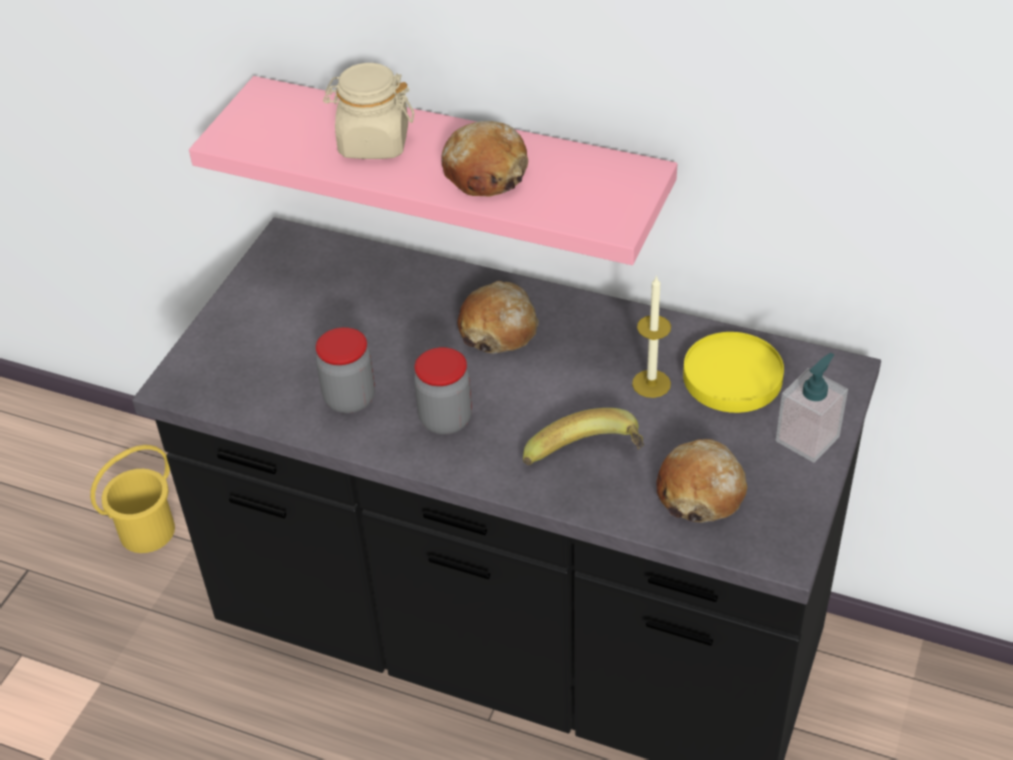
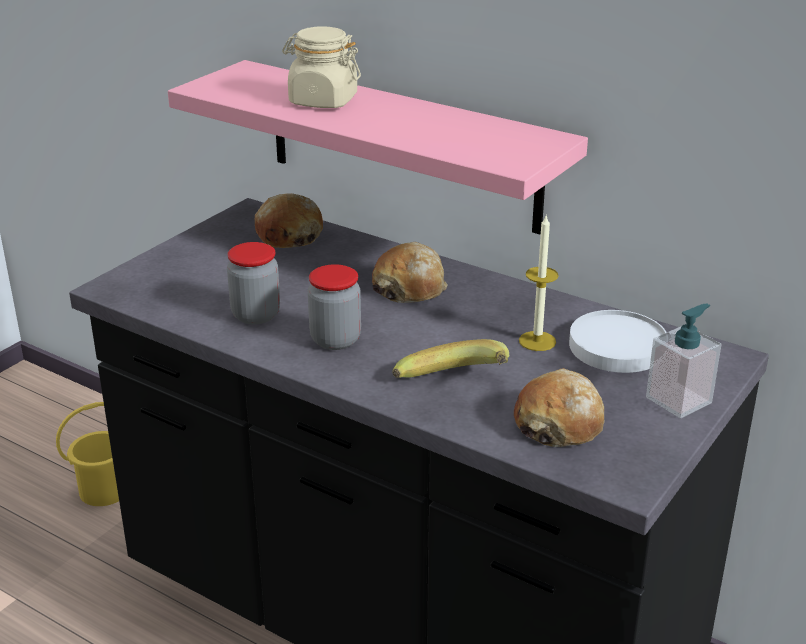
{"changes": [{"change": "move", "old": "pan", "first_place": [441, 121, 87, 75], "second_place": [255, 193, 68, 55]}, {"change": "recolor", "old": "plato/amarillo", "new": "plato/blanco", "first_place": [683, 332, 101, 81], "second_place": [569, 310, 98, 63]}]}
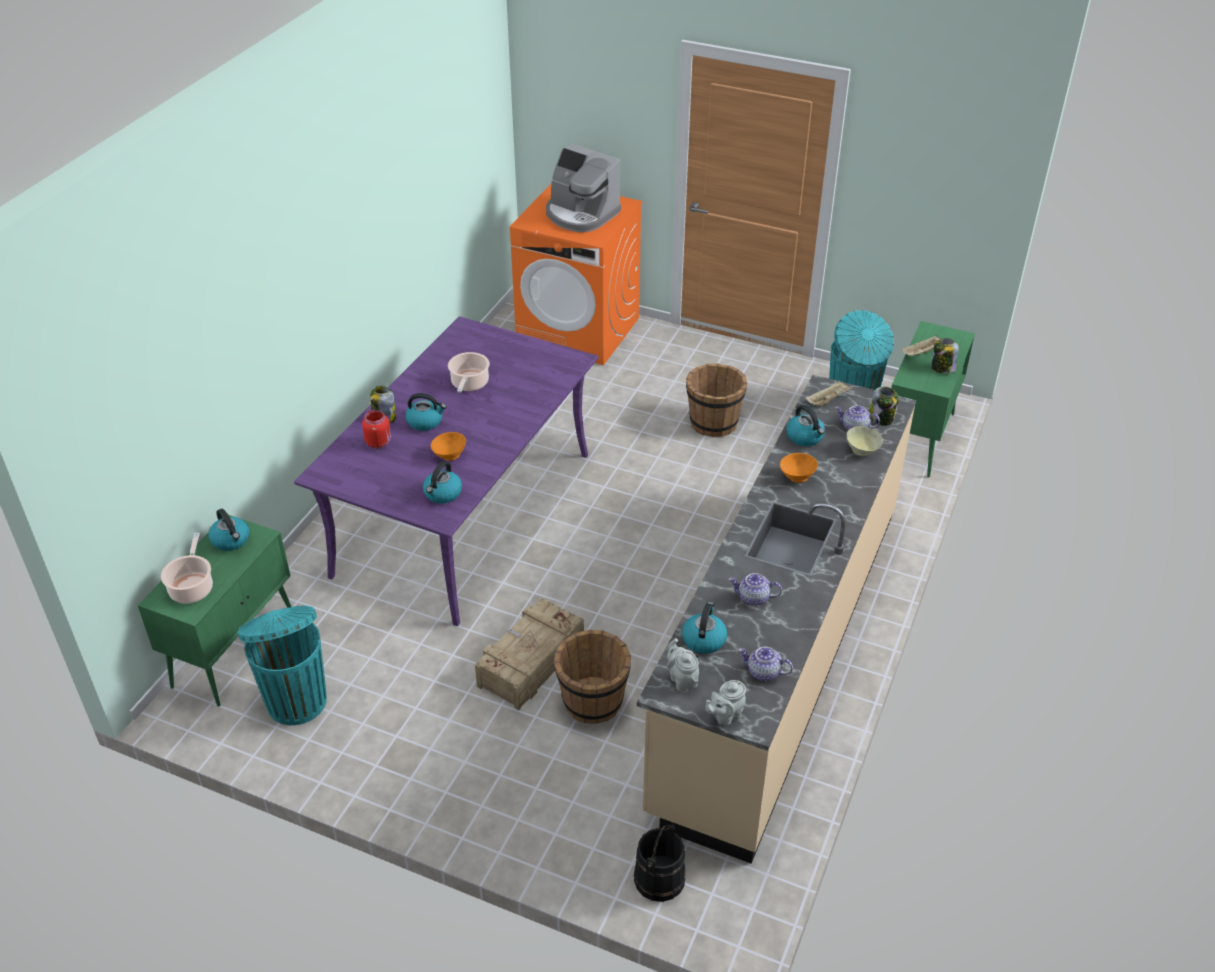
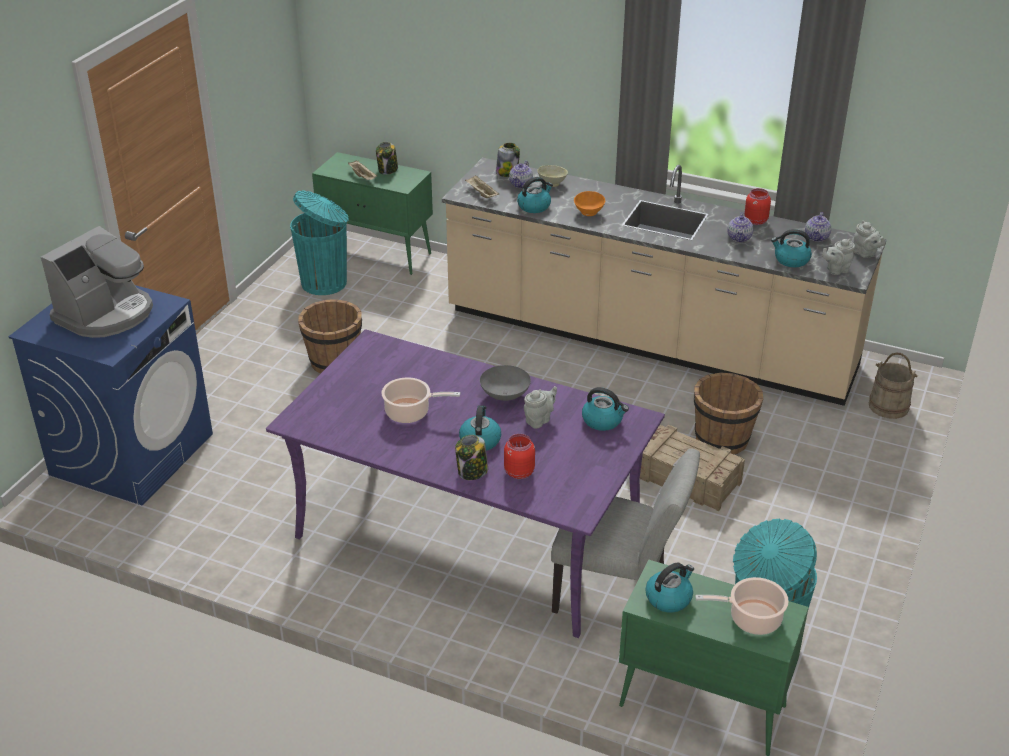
{"changes": [{"change": "recolor", "old": "lavadora/naranja", "new": "lavadora/azul", "first_place": [510, 183, 132, 182], "second_place": [8, 285, 205, 220]}, {"change": "replace", "old": "cuenco/naranja", "new": "tetera/gris", "first_place": [431, 432, 35, 29], "second_place": [524, 386, 33, 43]}, {"change": "recolor", "old": "cubo/negro", "new": "cubo/beis", "first_place": [634, 824, 52, 78], "second_place": [869, 353, 49, 66]}, {"change": "insert", "new": "tarro/rojo", "second_place": [744, 188, 27, 37]}, {"change": "insert", "new": "cuenco/gris", "second_place": [480, 365, 51, 36]}, {"change": "insert", "new": "silla/gris", "second_place": [551, 448, 149, 165]}]}
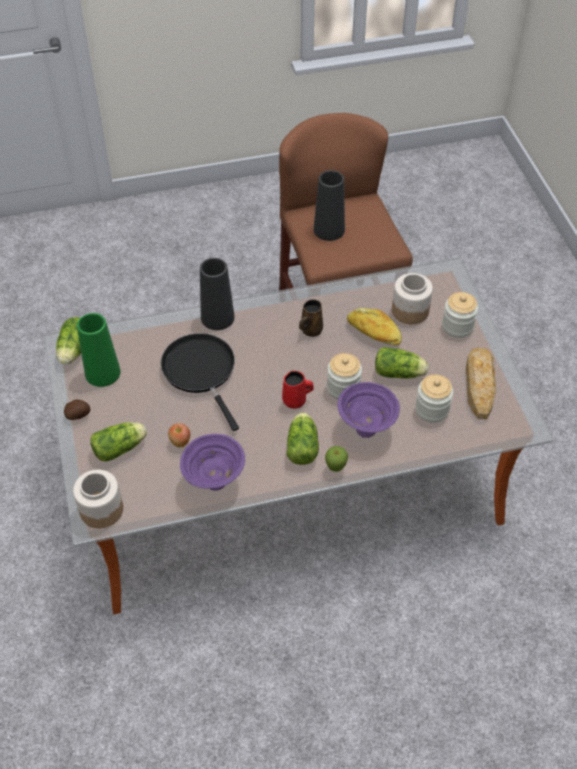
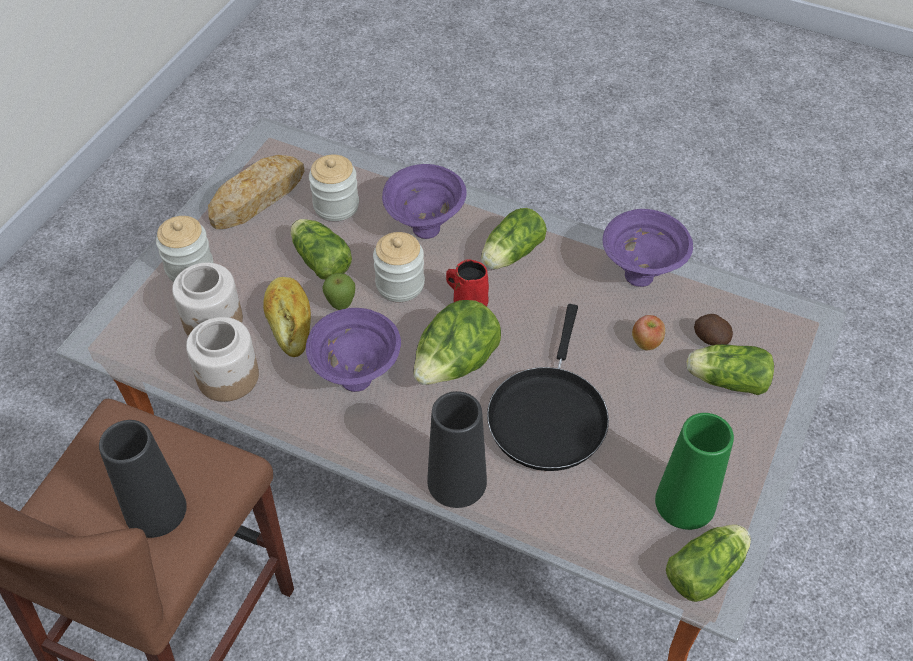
{"changes": [{"change": "replace", "old": "taza grande/marrón", "new": "cuenco/morado", "first_place": [299, 299, 24, 38], "second_place": [306, 308, 95, 84]}, {"change": "move", "old": "patata", "first_place": [64, 399, 27, 21], "second_place": [694, 314, 39, 31]}, {"change": "move", "old": "manzana", "first_place": [325, 446, 23, 26], "second_place": [323, 273, 32, 37]}, {"change": "move", "old": "tarro", "first_place": [73, 469, 50, 59], "second_place": [186, 317, 73, 85]}, {"change": "insert", "new": "lechuga", "second_place": [414, 300, 87, 85]}]}
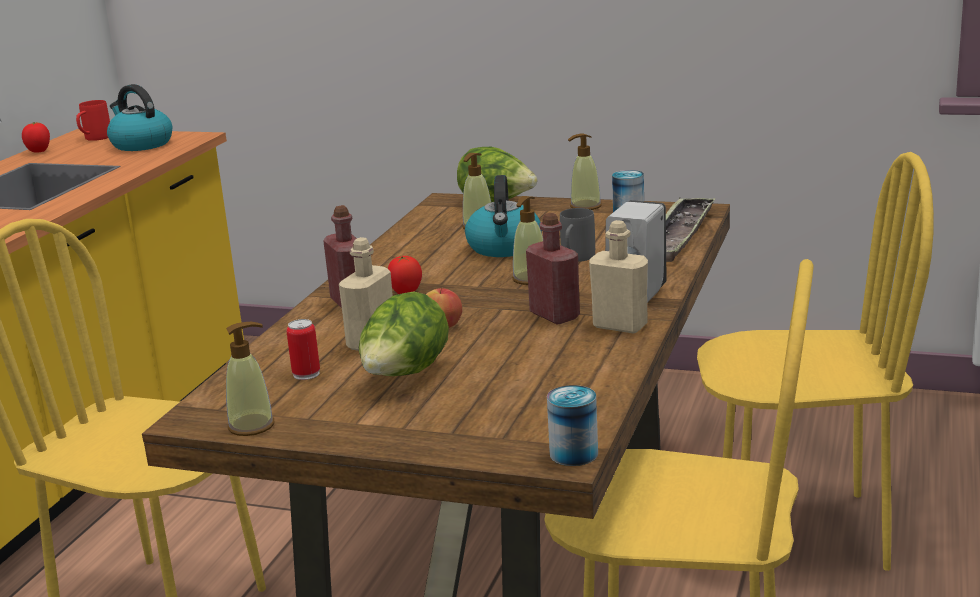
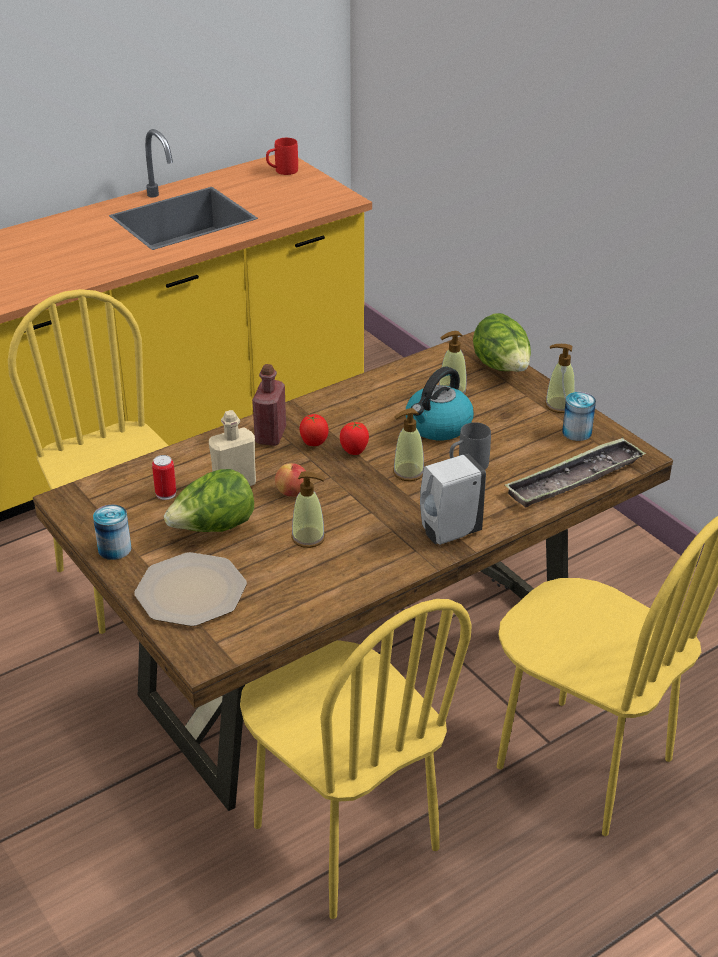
{"changes": [{"change": "delete", "old": "hervidor", "first_place": [107, 84, 65, 67]}, {"change": "move", "old": "tomate", "first_place": [22, 122, 28, 31], "second_place": [340, 422, 29, 33]}, {"change": "delete", "old": "botella/rojo", "first_place": [526, 213, 54, 111]}, {"change": "delete", "old": "botella/beis", "first_place": [589, 220, 59, 114]}, {"change": "move", "old": "dispensador de jabón", "first_place": [226, 322, 48, 114], "second_place": [291, 471, 34, 77]}, {"change": "move", "old": "lata", "first_place": [547, 385, 51, 81], "second_place": [93, 505, 38, 55]}, {"change": "insert", "new": "plato", "second_place": [134, 552, 113, 74]}]}
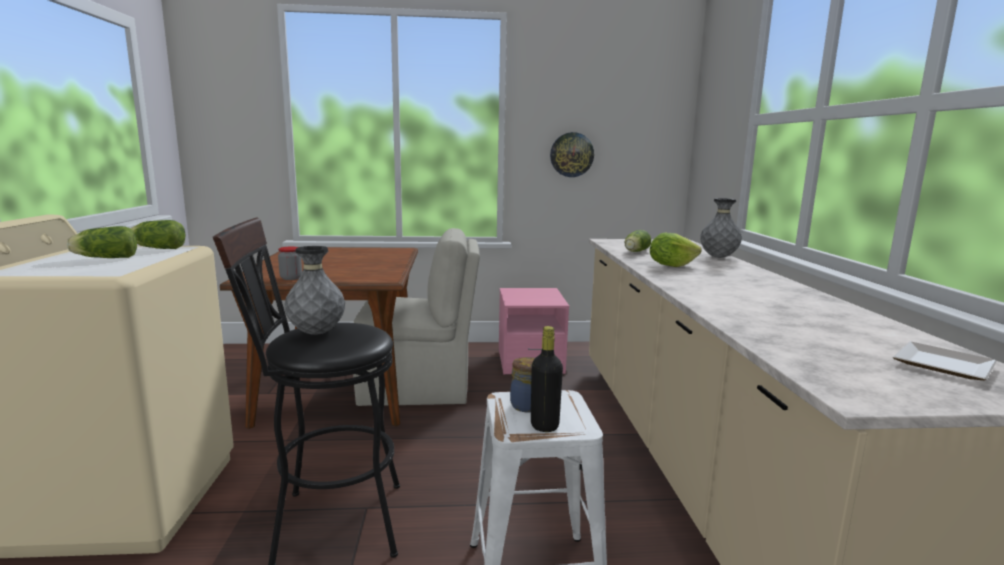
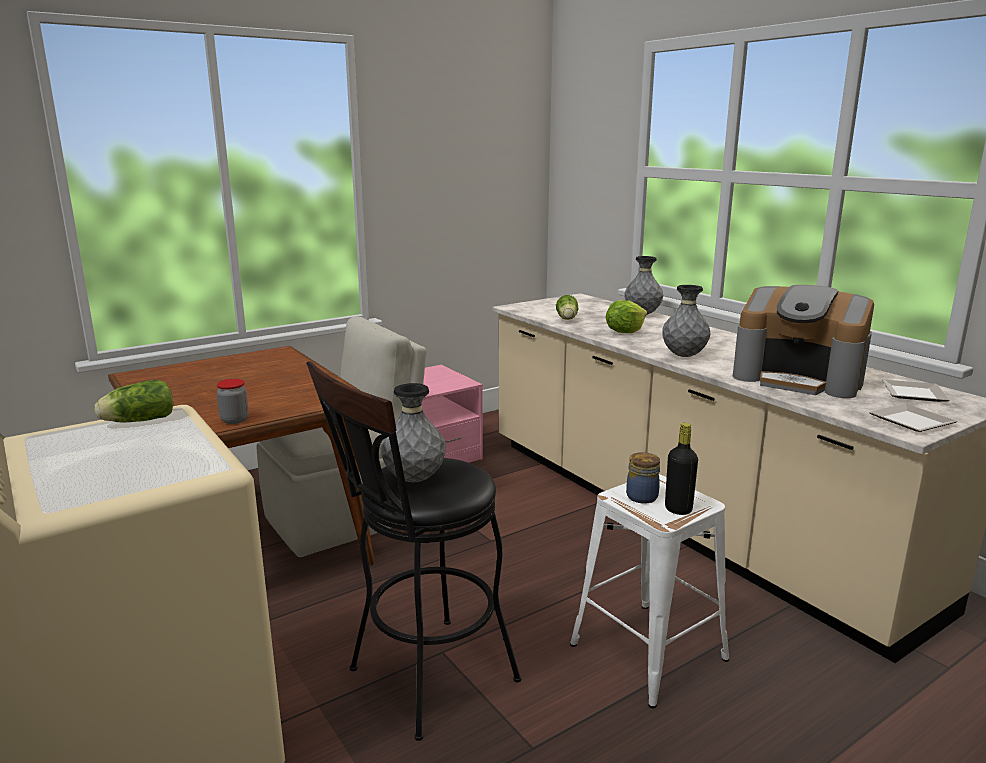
{"changes": [{"change": "delete", "old": "reloj de pared", "first_place": [550, 132, 44, 45]}, {"change": "delete", "old": "lechuga", "first_place": [67, 226, 70, 32]}, {"change": "insert", "new": "florero/gris", "second_place": [662, 285, 49, 72]}, {"change": "insert", "new": "cafetera", "second_place": [733, 285, 141, 113]}, {"change": "insert", "new": "plato", "second_place": [869, 404, 88, 28]}]}
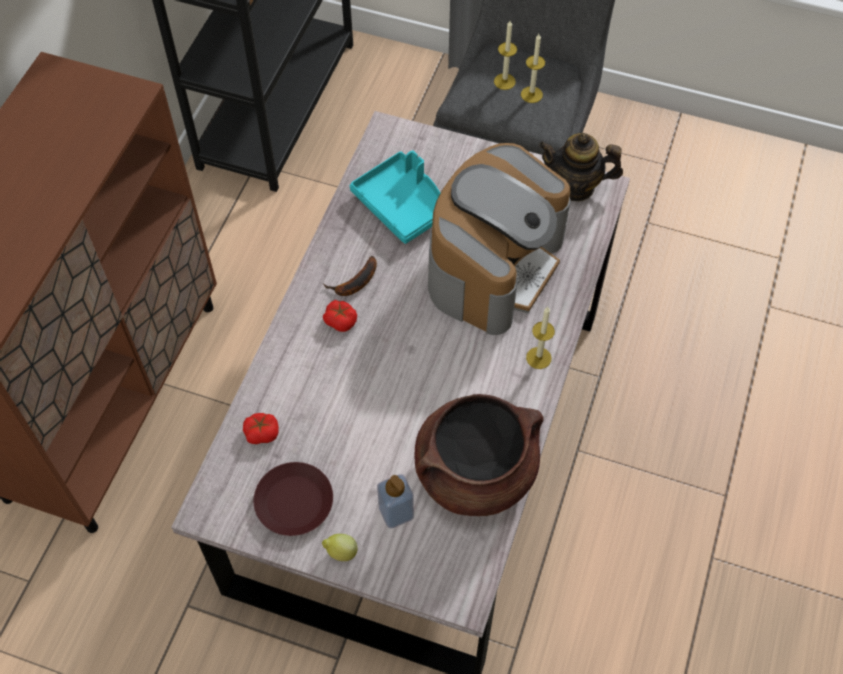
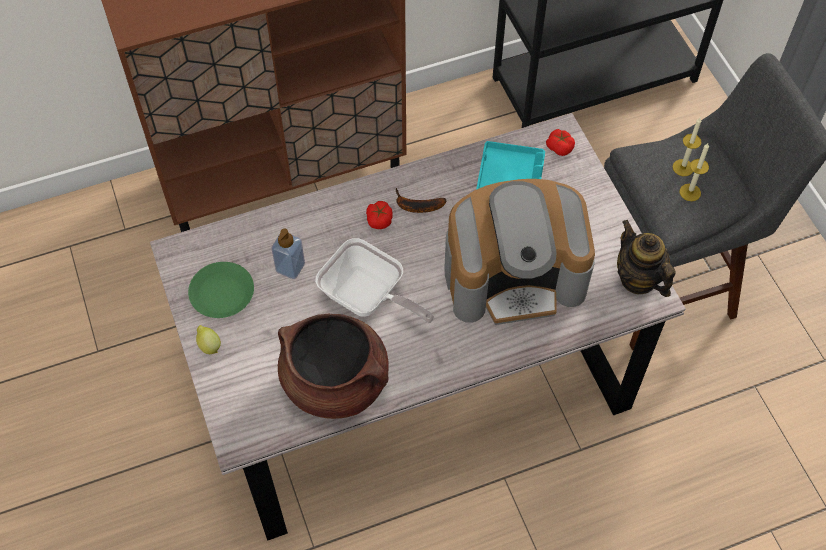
{"changes": [{"change": "delete", "old": "vela", "first_place": [526, 307, 29, 62]}, {"change": "move", "old": "tomate", "first_place": [243, 413, 36, 31], "second_place": [546, 129, 29, 27]}, {"change": "recolor", "old": "plato/marrón", "new": "plato/verde", "first_place": [254, 462, 79, 74], "second_place": [188, 262, 66, 56]}, {"change": "move", "old": "dispensador de jabón", "first_place": [377, 474, 37, 54], "second_place": [272, 229, 33, 50]}, {"change": "insert", "new": "sartén", "second_place": [315, 238, 119, 85]}]}
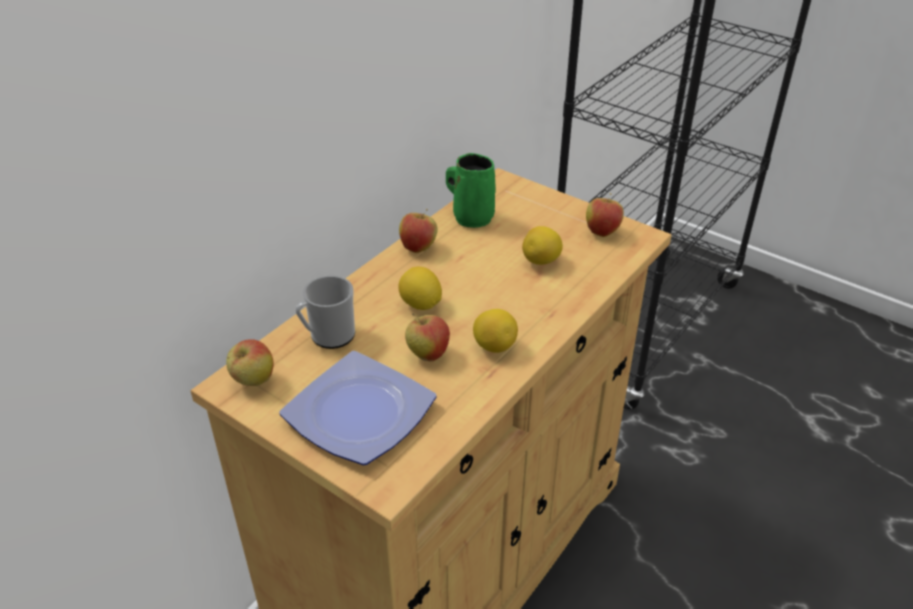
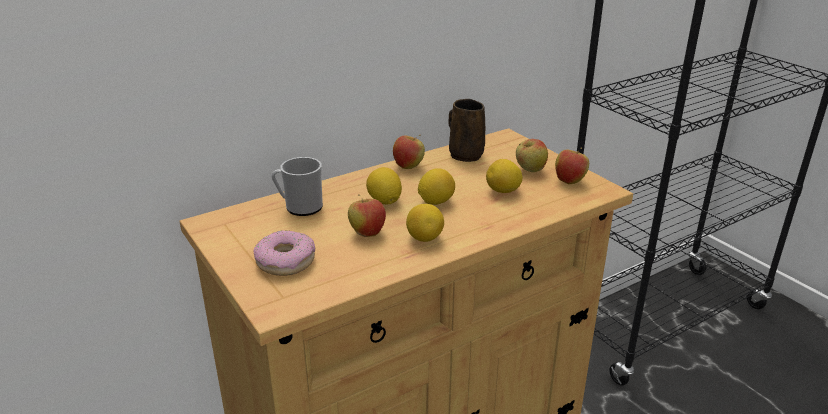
{"changes": [{"change": "recolor", "old": "taza grande/verde", "new": "taza grande/marrón", "first_place": [446, 153, 50, 75], "second_place": [449, 99, 36, 63]}, {"change": "move", "old": "manzana", "first_place": [226, 339, 48, 47], "second_place": [516, 139, 32, 33]}, {"change": "replace", "old": "plato", "new": "rosquilla", "first_place": [279, 351, 158, 114], "second_place": [254, 230, 61, 46]}, {"change": "insert", "new": "limón", "second_place": [418, 168, 37, 37]}]}
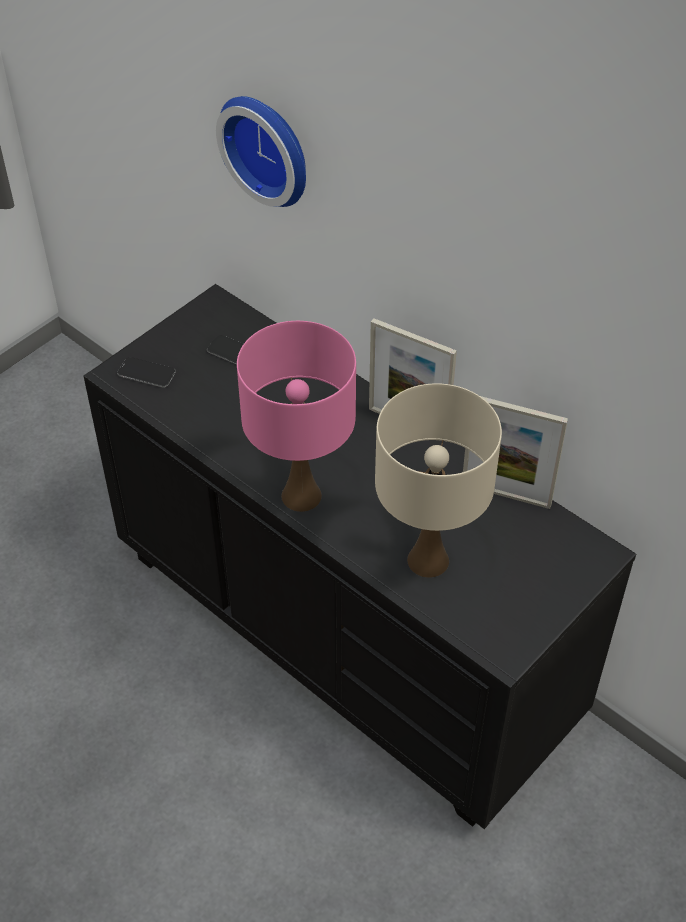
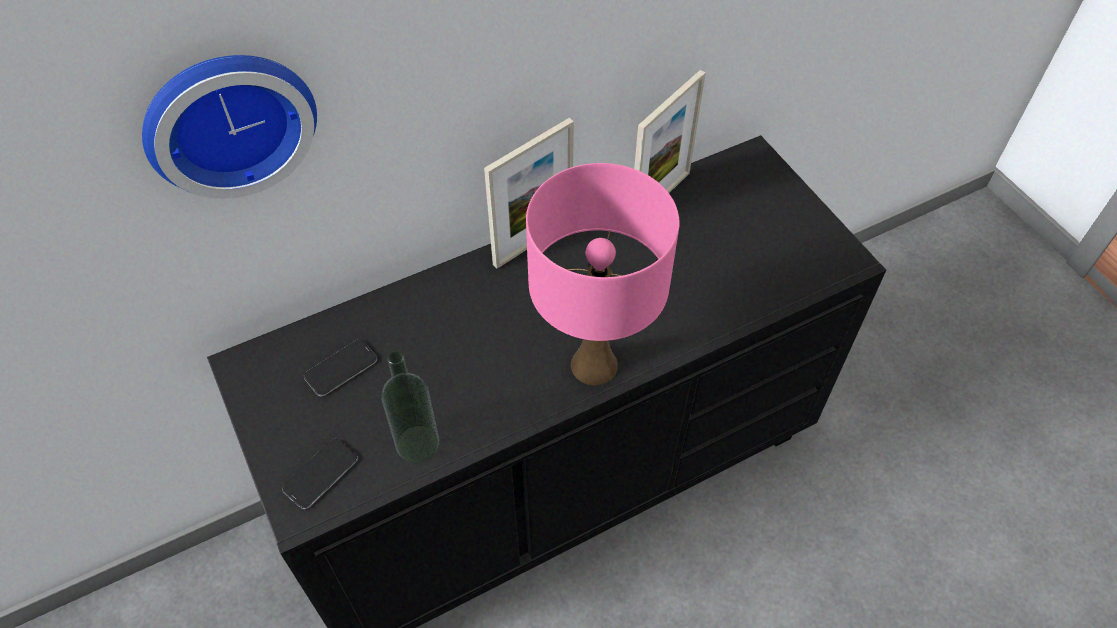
{"changes": [{"change": "delete", "old": "lámpara de mesa/beis", "first_place": [375, 383, 127, 195]}, {"change": "insert", "new": "botella", "second_place": [382, 351, 57, 112]}]}
